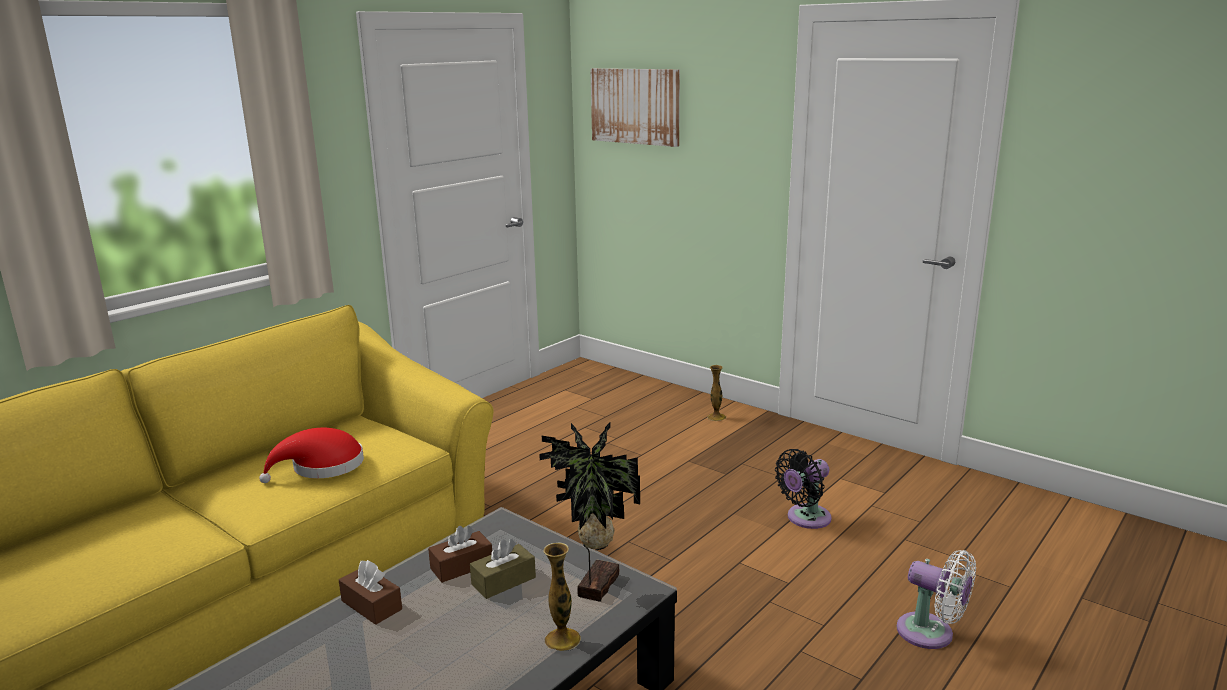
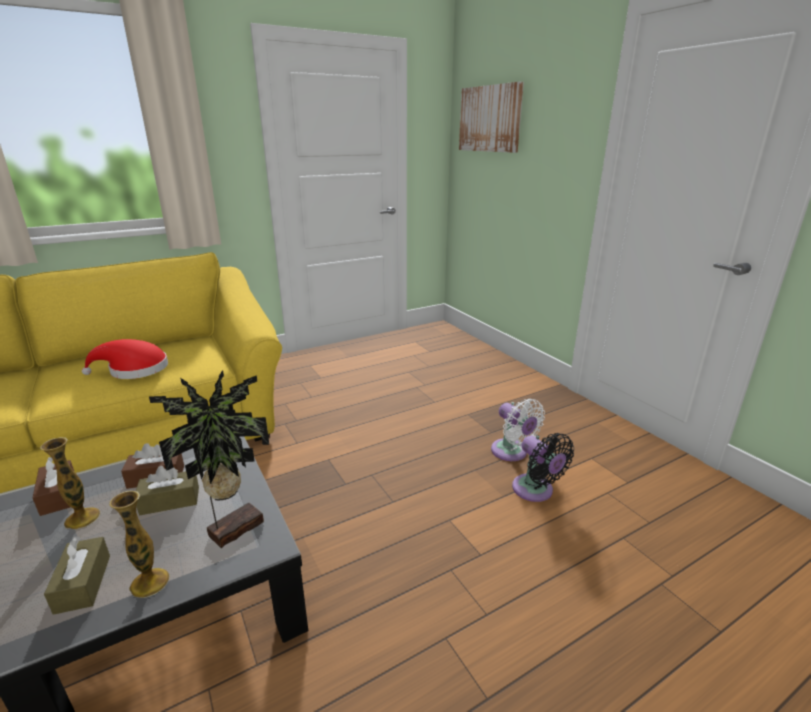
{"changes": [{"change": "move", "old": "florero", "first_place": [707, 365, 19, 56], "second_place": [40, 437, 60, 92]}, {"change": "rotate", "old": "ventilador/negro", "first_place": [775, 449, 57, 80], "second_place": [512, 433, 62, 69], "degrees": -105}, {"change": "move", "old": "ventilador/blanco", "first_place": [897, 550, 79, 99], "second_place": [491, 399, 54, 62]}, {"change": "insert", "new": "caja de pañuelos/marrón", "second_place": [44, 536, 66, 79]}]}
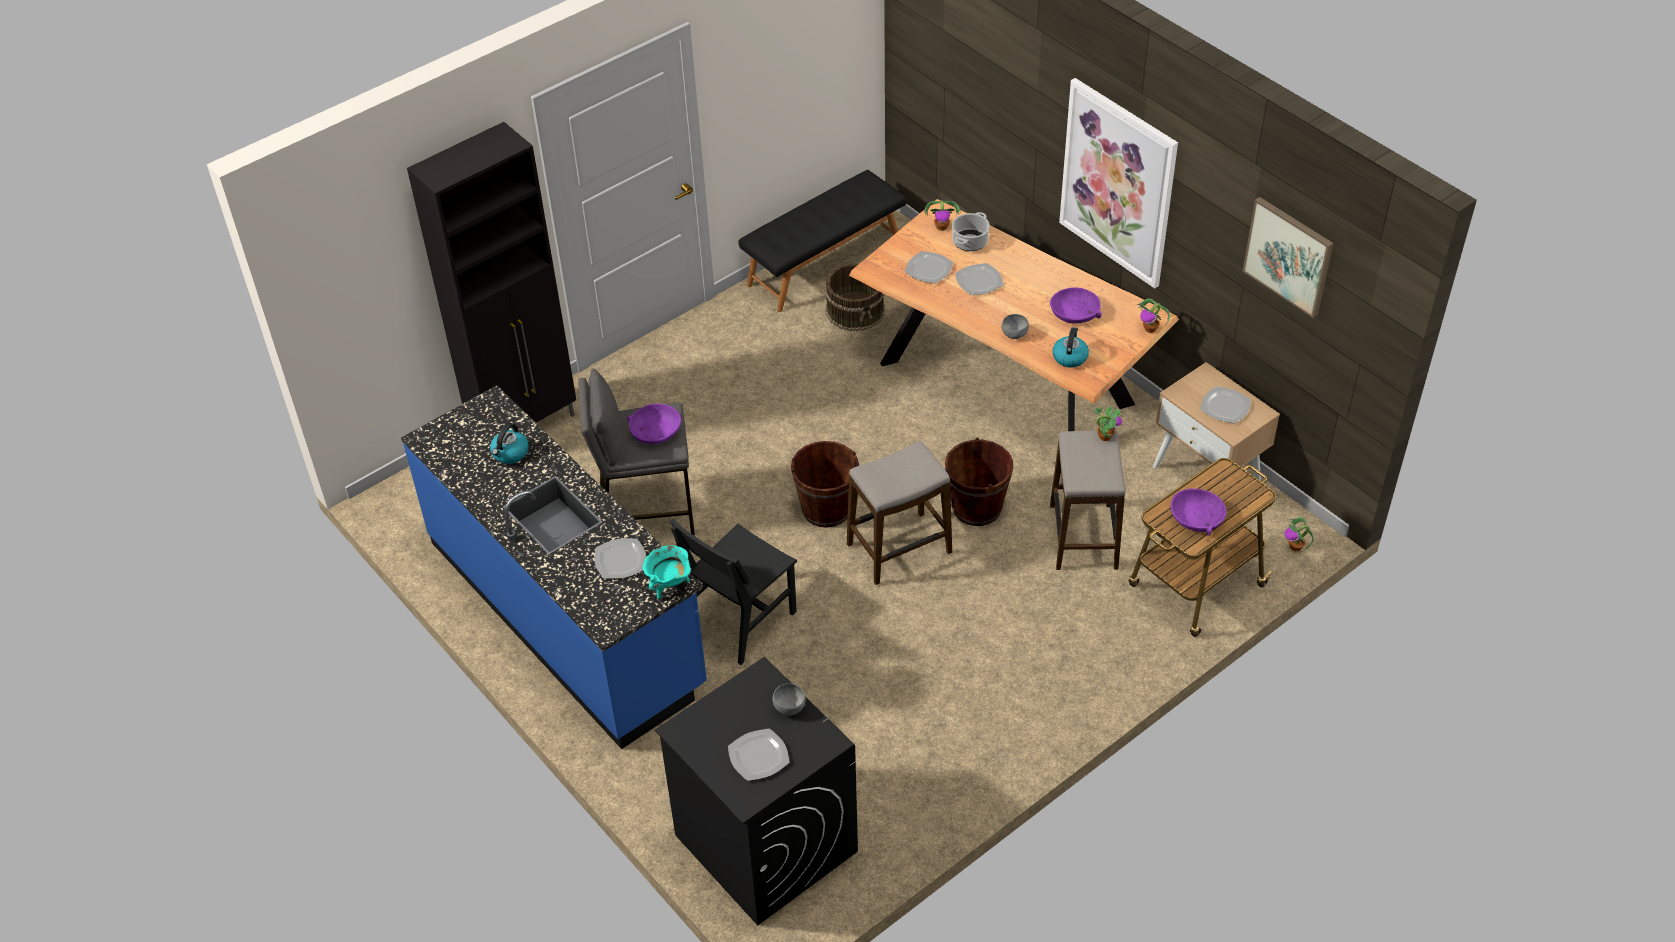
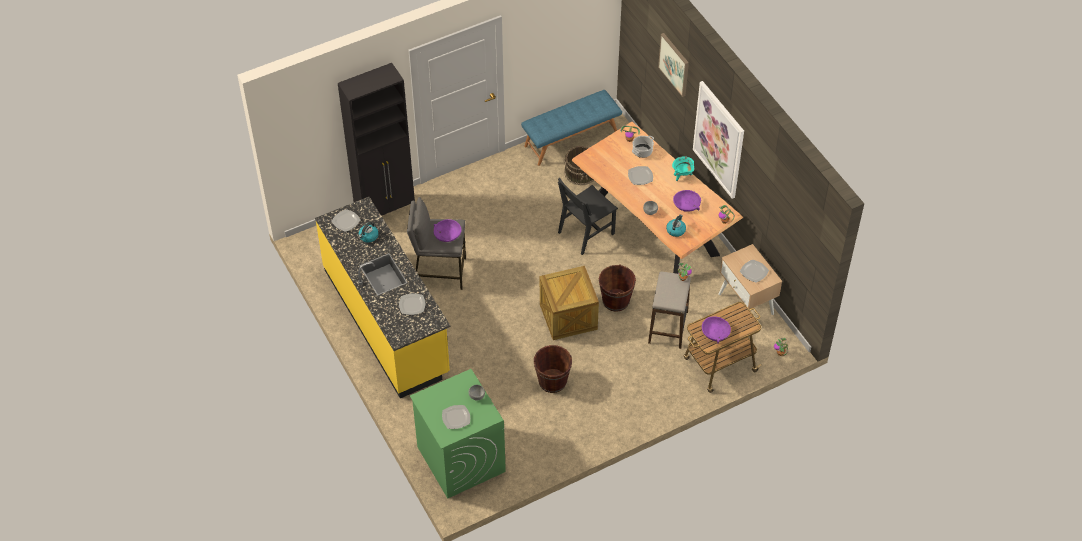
{"changes": [{"change": "recolor", "old": "banco/negro", "new": "banco/azul", "first_place": [738, 170, 169, 142], "second_place": [521, 90, 101, 76]}, {"change": "move", "old": "cuadro", "first_place": [1243, 197, 91, 121], "second_place": [658, 33, 31, 64]}, {"change": "move", "old": "plato", "first_place": [905, 251, 48, 32], "second_place": [332, 209, 29, 23]}, {"change": "recolor", "old": "mueble bajo de cocina/azul", "new": "mueble bajo de cocina/amarillo", "first_place": [401, 385, 306, 364], "second_place": [315, 197, 135, 201]}, {"change": "move", "old": "cubo/marrón", "first_place": [791, 441, 68, 87], "second_place": [534, 345, 38, 48]}, {"change": "replace", "old": "taburete", "new": "caja de embalaje", "first_place": [847, 441, 105, 144], "second_place": [540, 266, 59, 74]}, {"change": "move", "old": "silla/negro", "first_place": [670, 519, 127, 146], "second_place": [558, 178, 60, 77]}, {"change": "move", "old": "olla/turquesa", "first_place": [643, 545, 48, 55], "second_place": [672, 156, 23, 25]}, {"change": "recolor", "old": "lavadora/negro", "new": "lavadora/verde", "first_place": [655, 657, 203, 269], "second_place": [410, 369, 96, 130]}]}
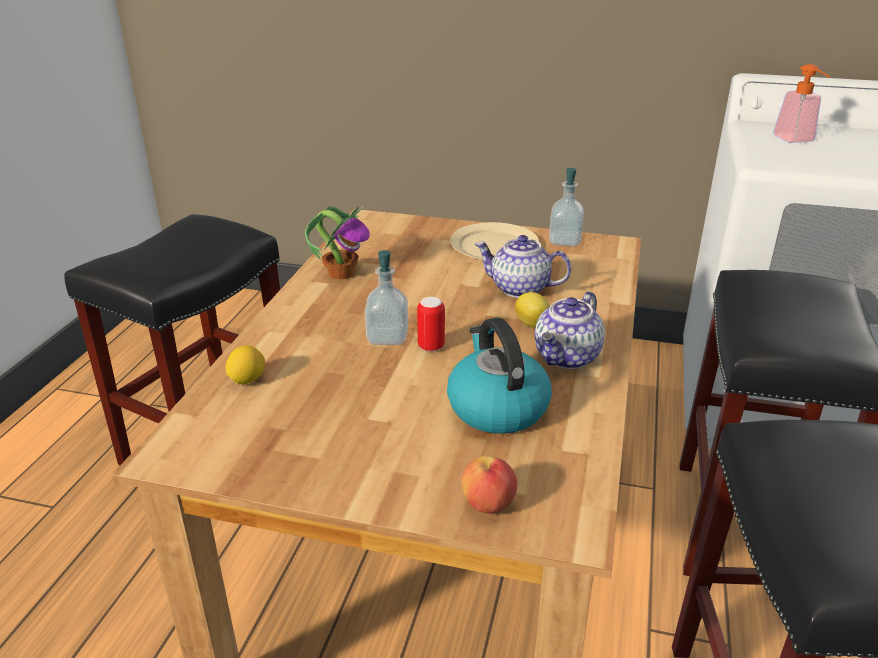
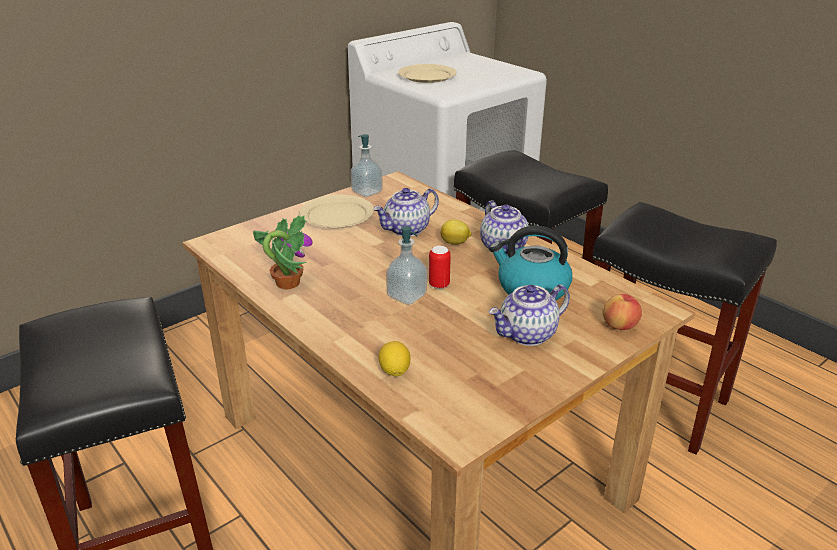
{"changes": [{"change": "replace", "old": "dispensador de jabón", "new": "plato/beis", "first_place": [773, 64, 57, 79], "second_place": [398, 64, 59, 19]}, {"change": "insert", "new": "tetera", "second_place": [489, 285, 81, 61]}]}
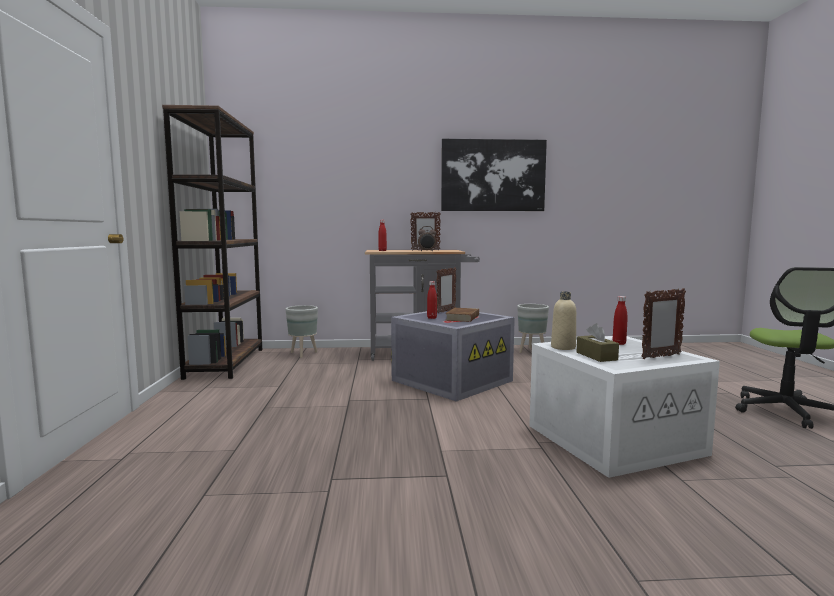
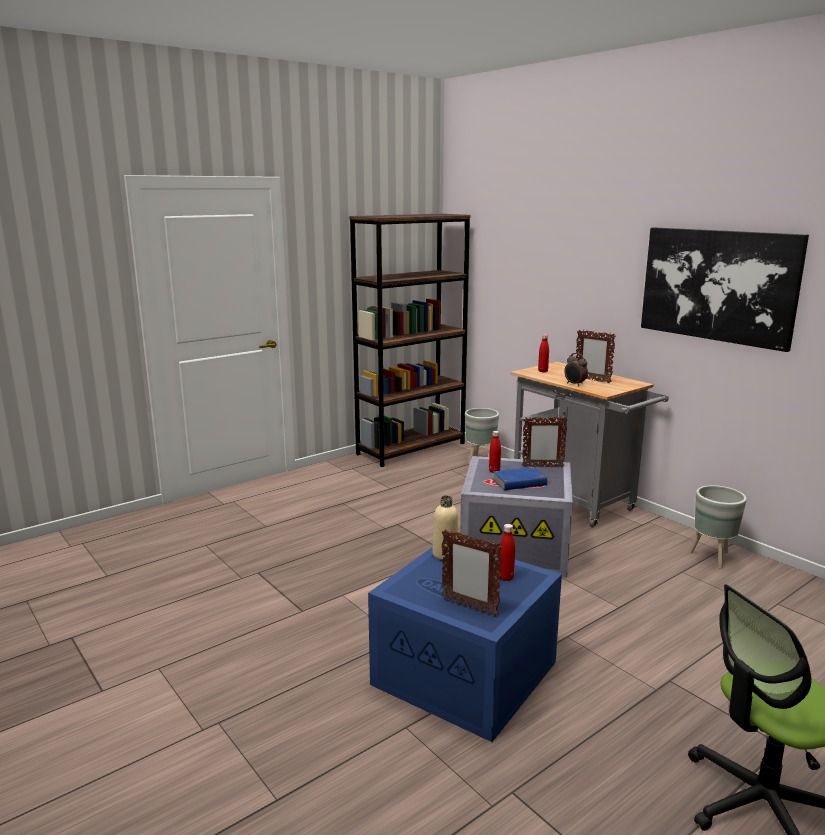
{"changes": [{"change": "recolor", "old": "libro/marrón", "new": "libro/azul", "first_place": [445, 308, 34, 14], "second_place": [493, 467, 58, 23]}, {"change": "delete", "old": "caja de pañuelos/marrón", "first_place": [577, 323, 42, 39]}, {"change": "recolor", "old": "caja de almacenaje/blanco", "new": "caja de almacenaje/azul", "first_place": [529, 336, 191, 142], "second_place": [368, 548, 194, 194]}]}
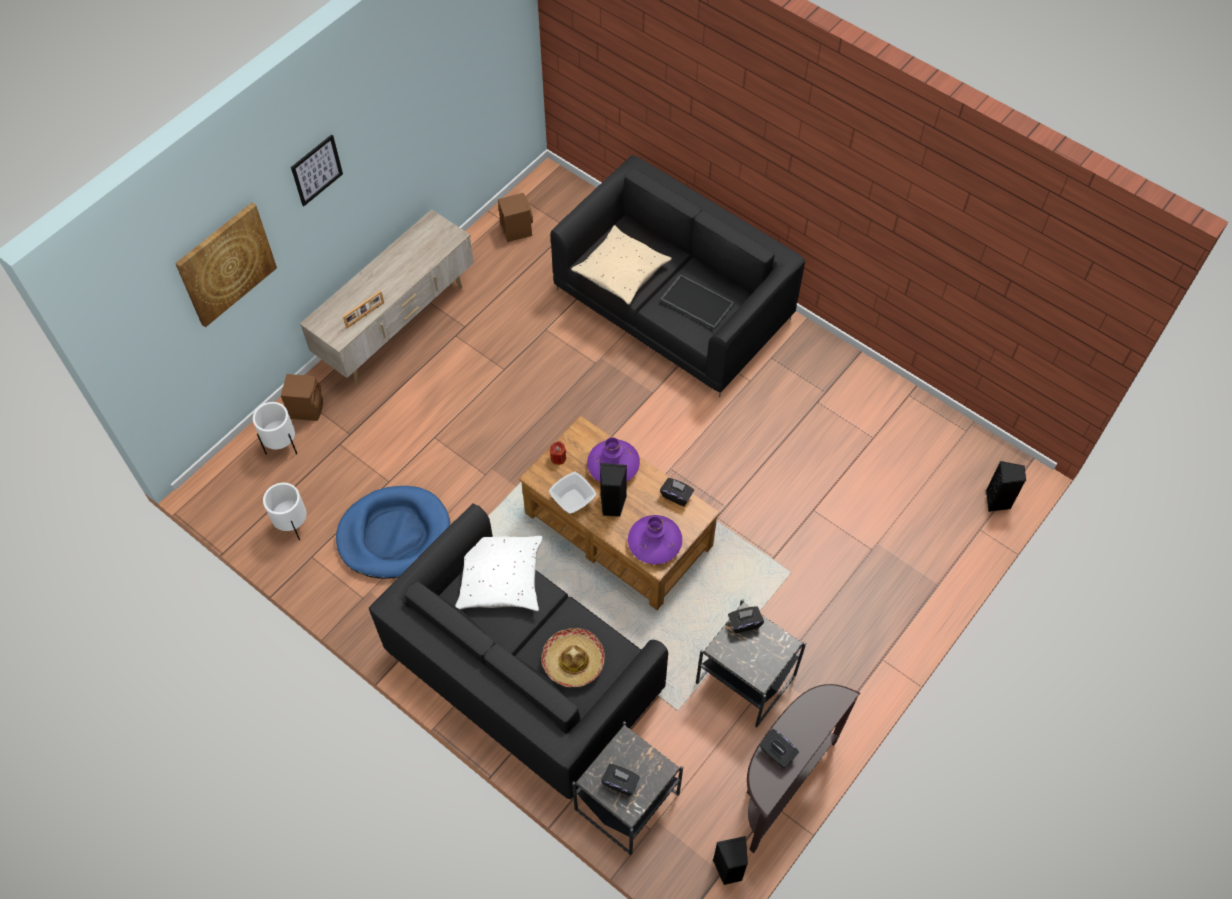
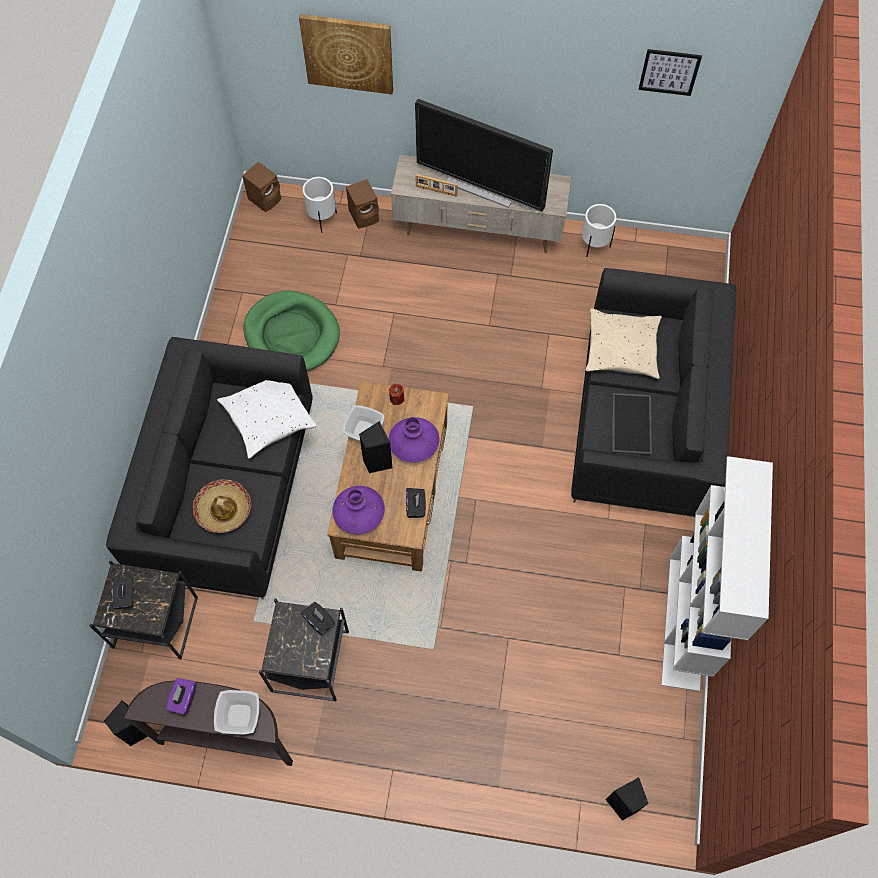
{"changes": [{"change": "move", "old": "cuadro", "first_place": [291, 134, 52, 72], "second_place": [638, 49, 64, 47]}, {"change": "move", "old": "altavoz/marrón", "first_place": [498, 193, 35, 49], "second_place": [242, 162, 39, 50]}, {"change": "move", "old": "maceta/blanco", "first_place": [263, 483, 44, 57], "second_place": [582, 204, 34, 53]}, {"change": "recolor", "old": "cama para perro/azul", "new": "cama para perro/verde", "first_place": [336, 486, 114, 93], "second_place": [243, 290, 97, 81]}, {"change": "recolor", "old": "caja de pañuelos/negro", "new": "caja de pañuelos/morado", "first_place": [759, 729, 40, 39], "second_place": [166, 678, 30, 37]}, {"change": "insert", "new": "televisor", "second_place": [415, 99, 138, 113]}, {"change": "insert", "new": "estantería/blanco", "second_place": [661, 456, 112, 235]}, {"change": "insert", "new": "cuenco", "second_place": [214, 690, 45, 45]}]}
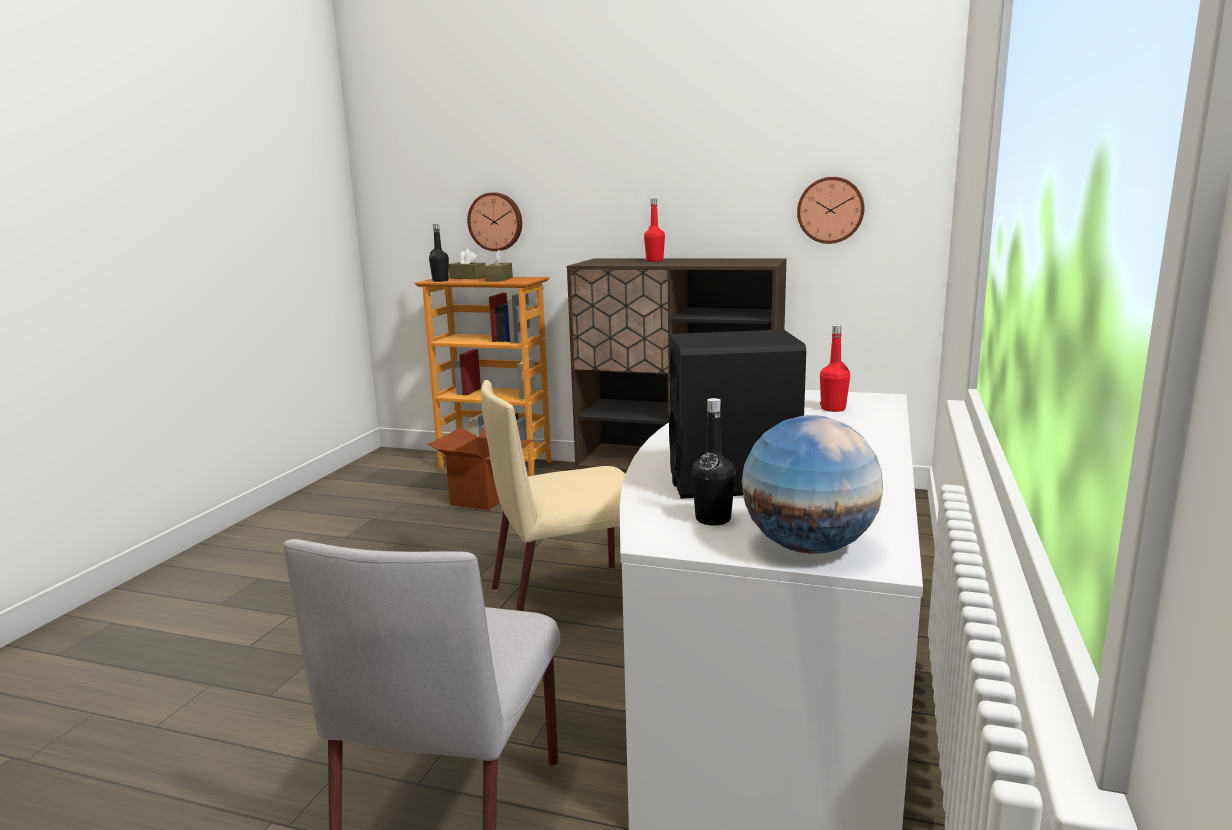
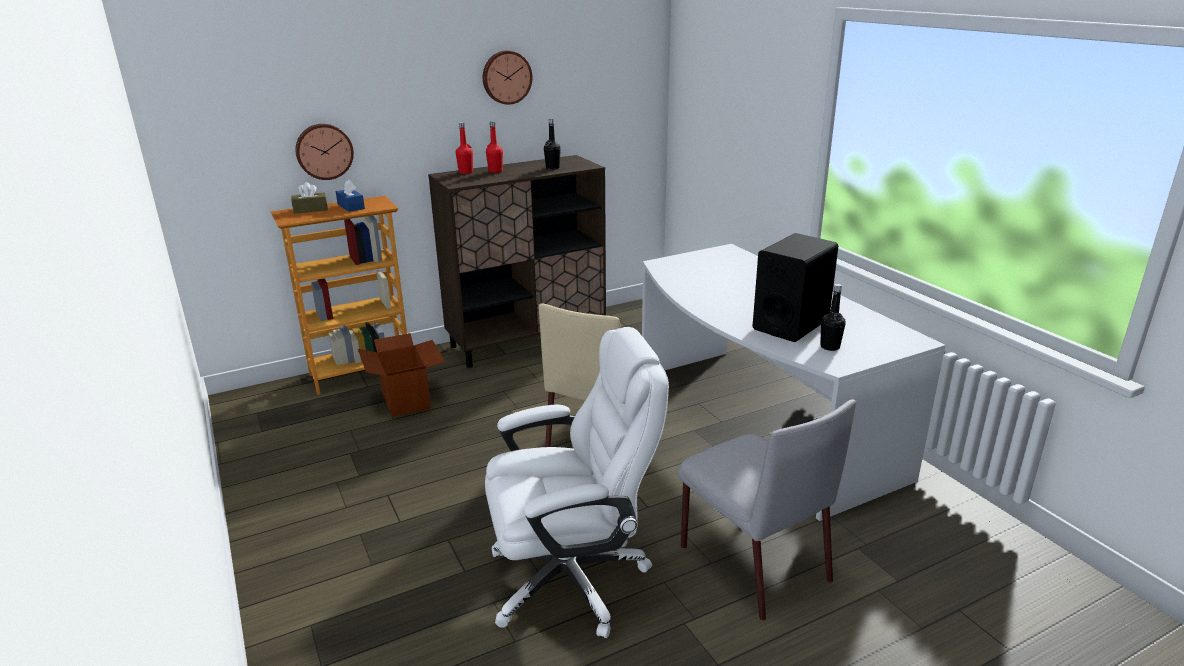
{"changes": [{"change": "move", "old": "reloj de pared", "first_place": [797, 177, 68, 67], "second_place": [483, 51, 49, 54]}, {"change": "move", "old": "botella/negro", "first_place": [429, 224, 20, 58], "second_place": [544, 118, 17, 52]}, {"change": "recolor", "old": "caja de pañuelos/marrón", "new": "caja de pañuelos/azul", "first_place": [484, 250, 29, 31], "second_place": [336, 180, 29, 32]}, {"change": "move", "old": "botella/rojo", "first_place": [820, 325, 30, 87], "second_place": [456, 122, 17, 52]}, {"change": "delete", "old": "globo terráqueo", "first_place": [742, 415, 141, 139]}, {"change": "insert", "new": "silla de oficina/blanco", "second_place": [485, 327, 184, 311]}]}
